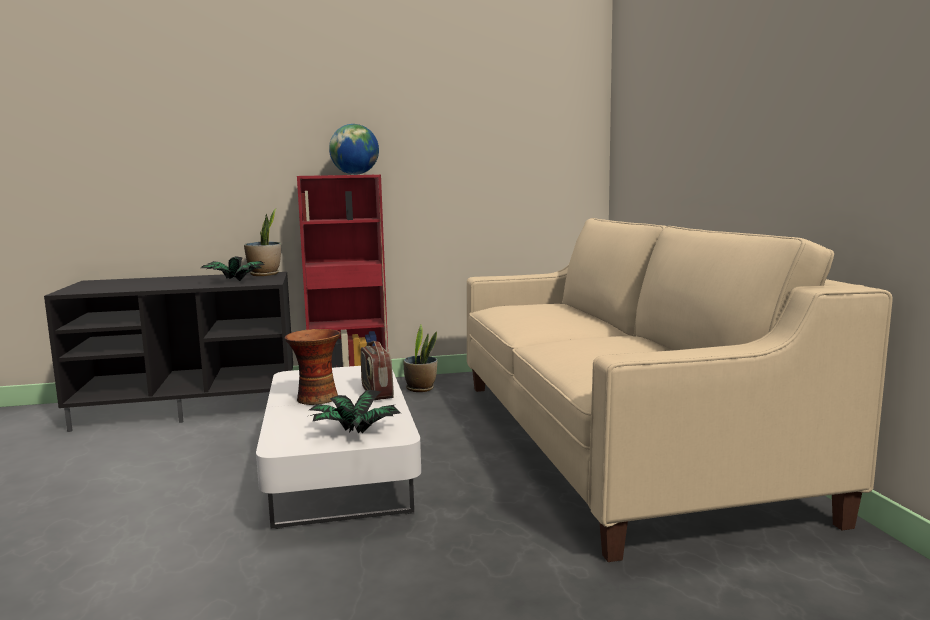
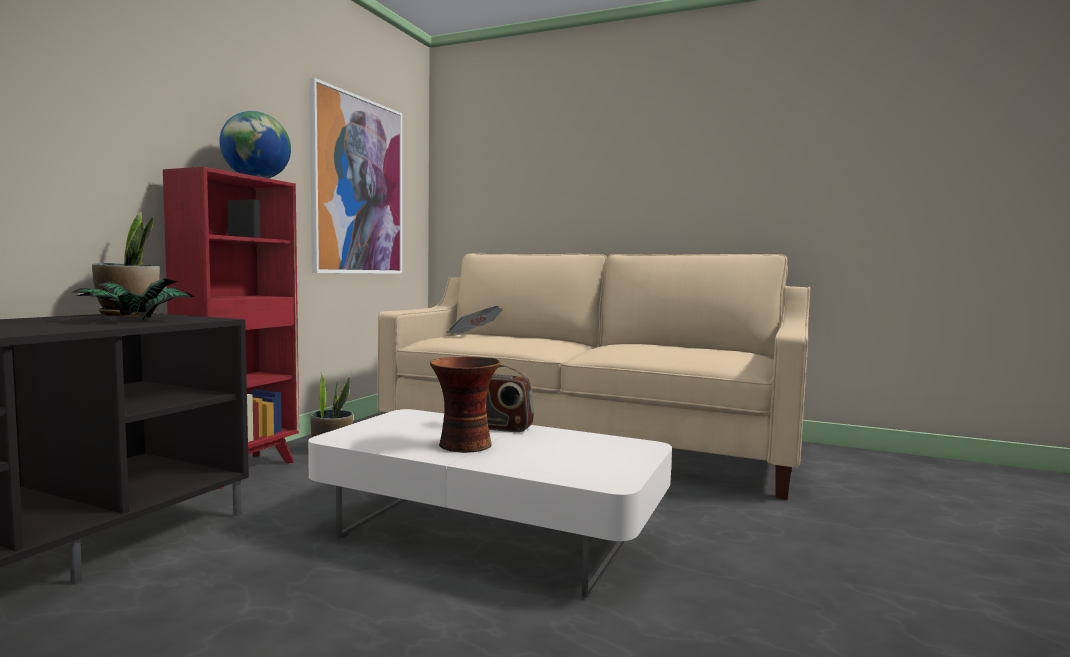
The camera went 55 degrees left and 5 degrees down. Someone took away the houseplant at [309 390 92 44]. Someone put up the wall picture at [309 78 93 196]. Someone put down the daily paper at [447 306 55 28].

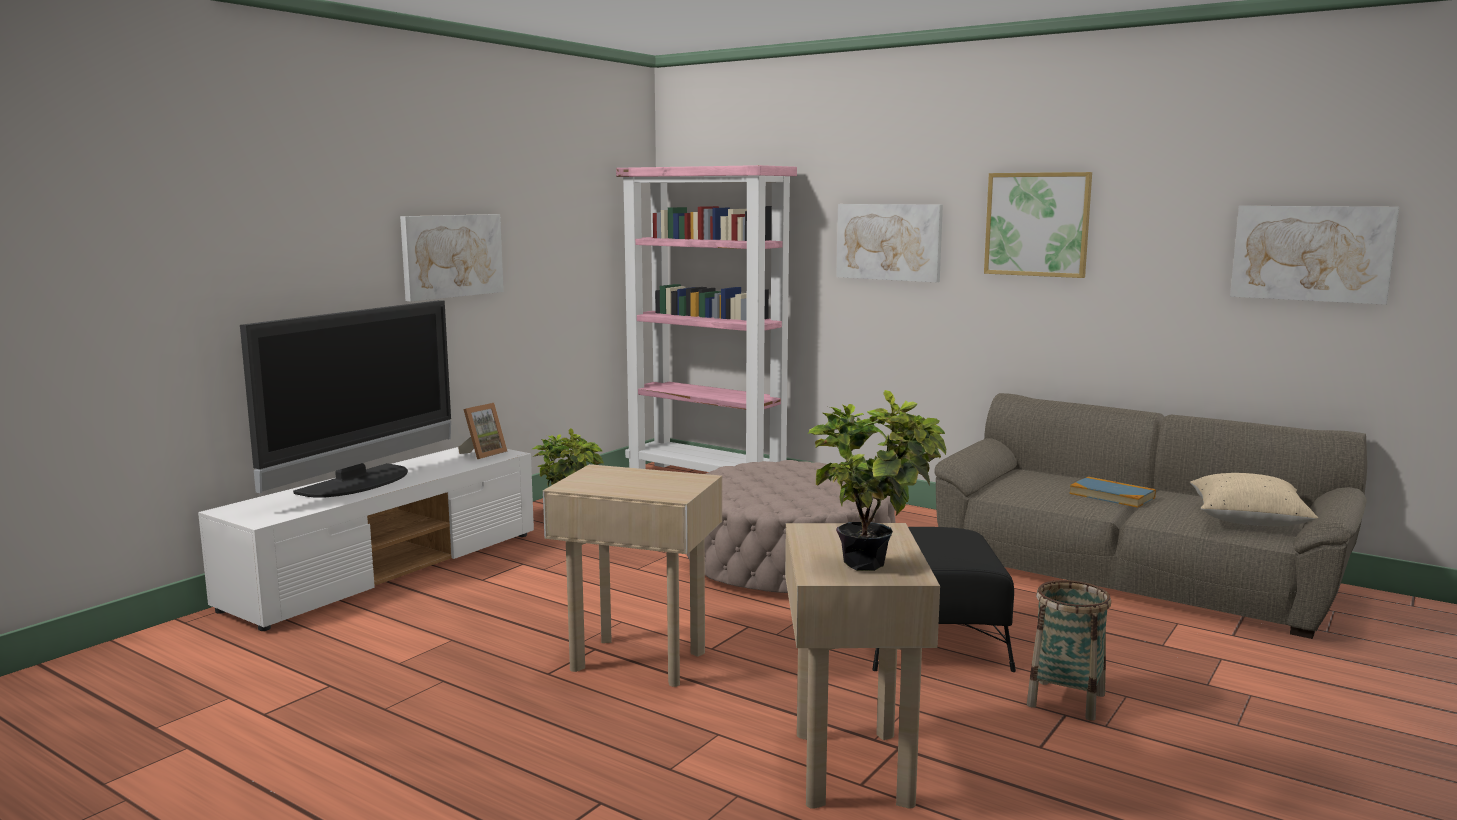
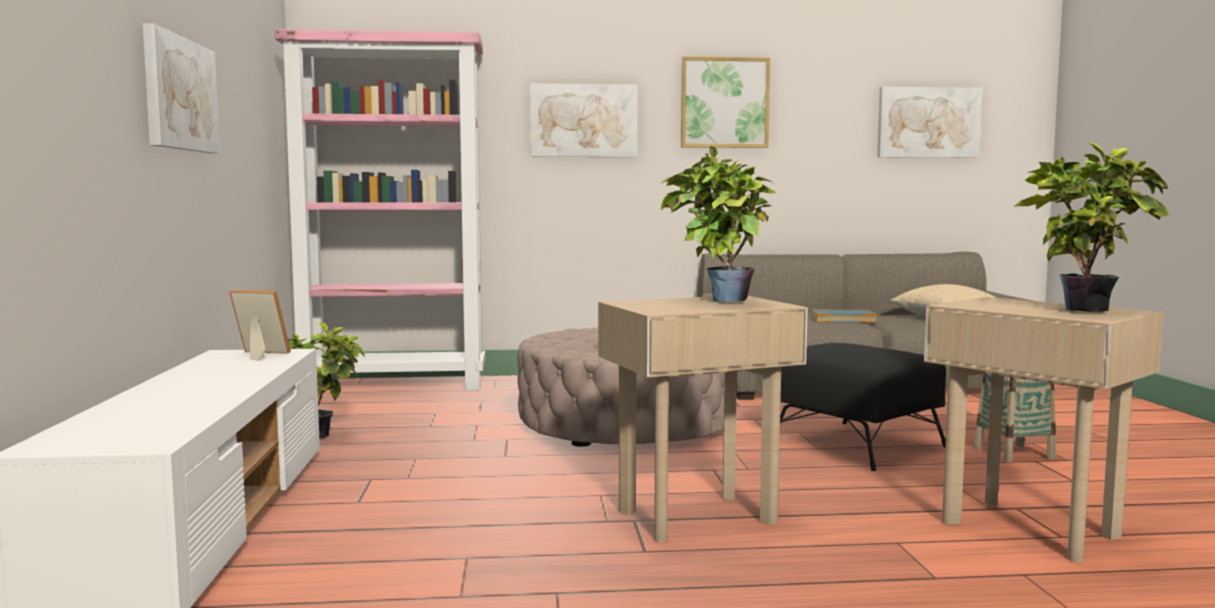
The camera went 40 degrees left and 5 degrees down. Someone took away the television at [240 300 211 198]. Someone rotated the picture frame at [458 403 50 56] by 75 degrees counterclockwise. Someone put down the houseplant at [661 146 115 156].

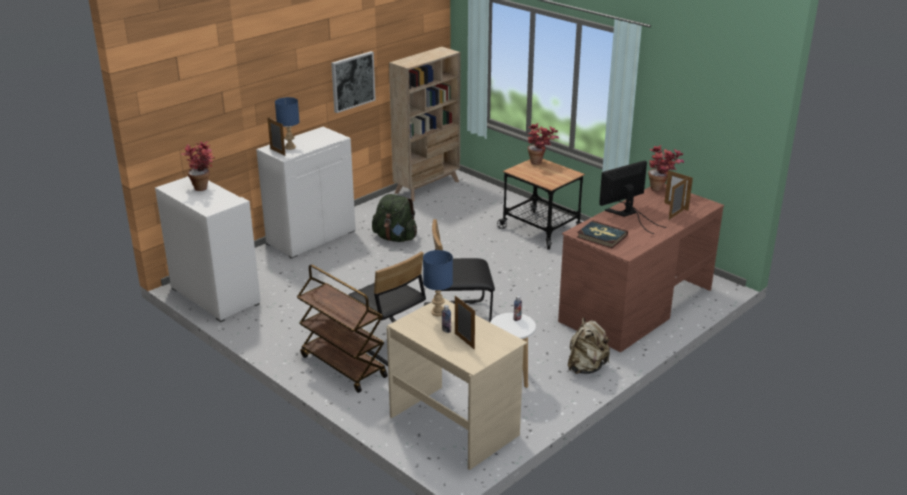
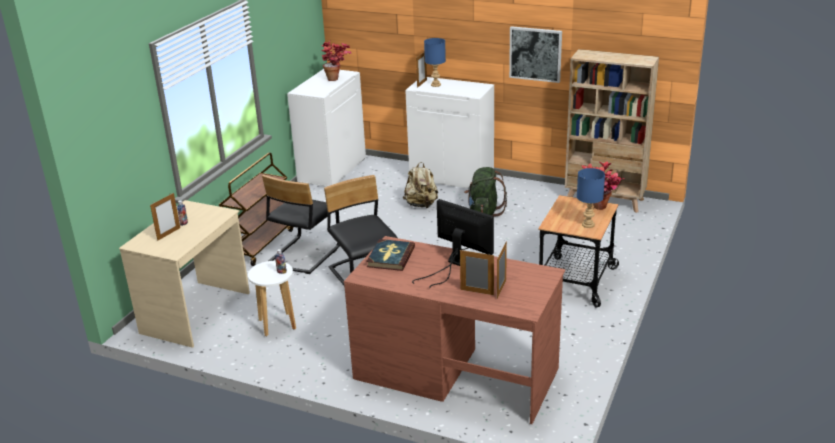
The camera went 70 degrees right and 0 degrees up. Someone took away the houseplant at [648 145 36 46]. Someone carried the bluish table lamp from [423 250 30 66] to [577 168 28 60]. Someone carried the beige-coloured knapsack from [568 318 42 56] to [403 162 35 46].

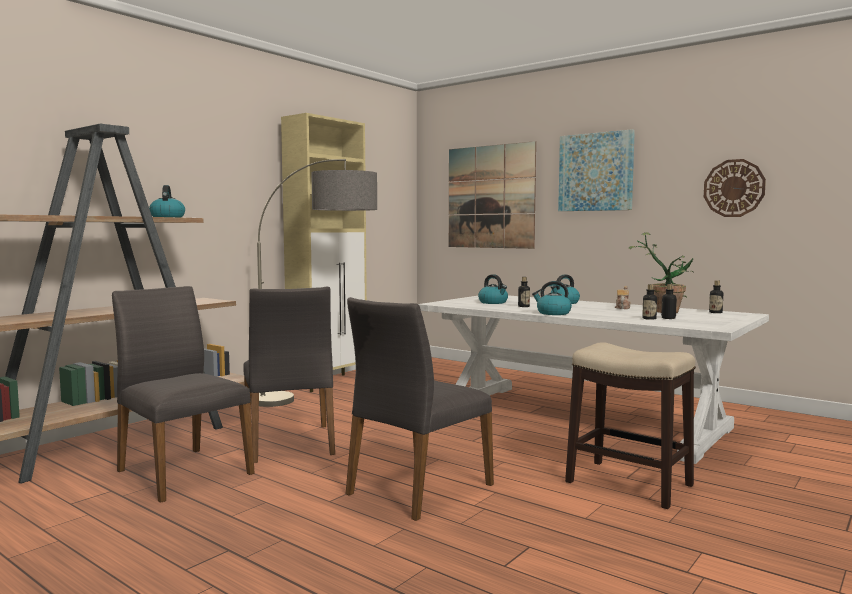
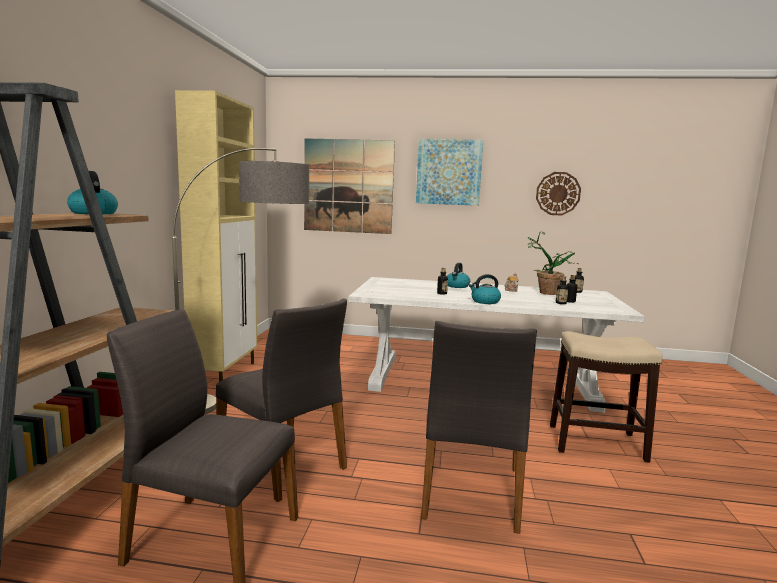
The camera went 30 degrees left and 5 degrees up. Someone took away the tea kettle at [478 274 30 30].

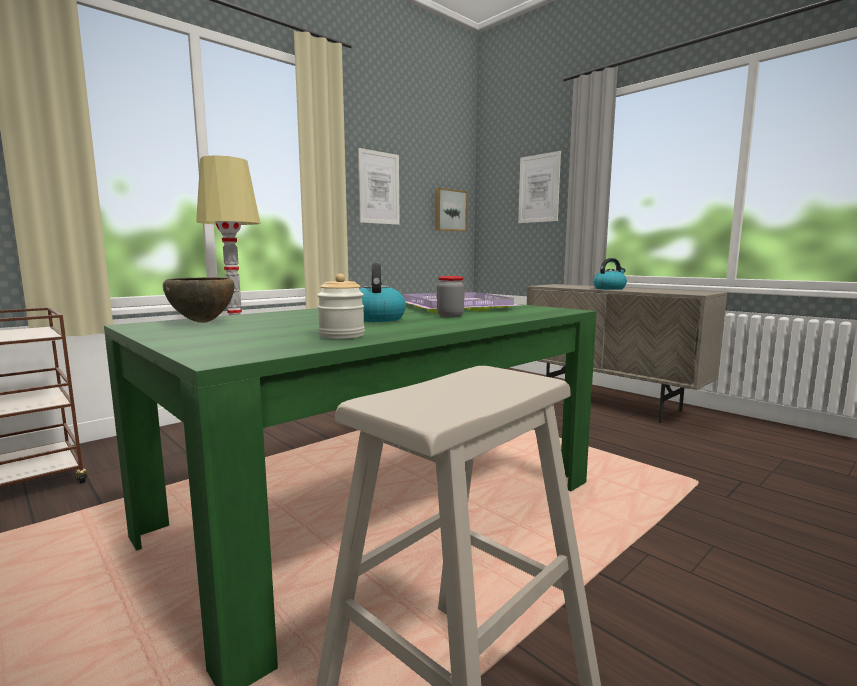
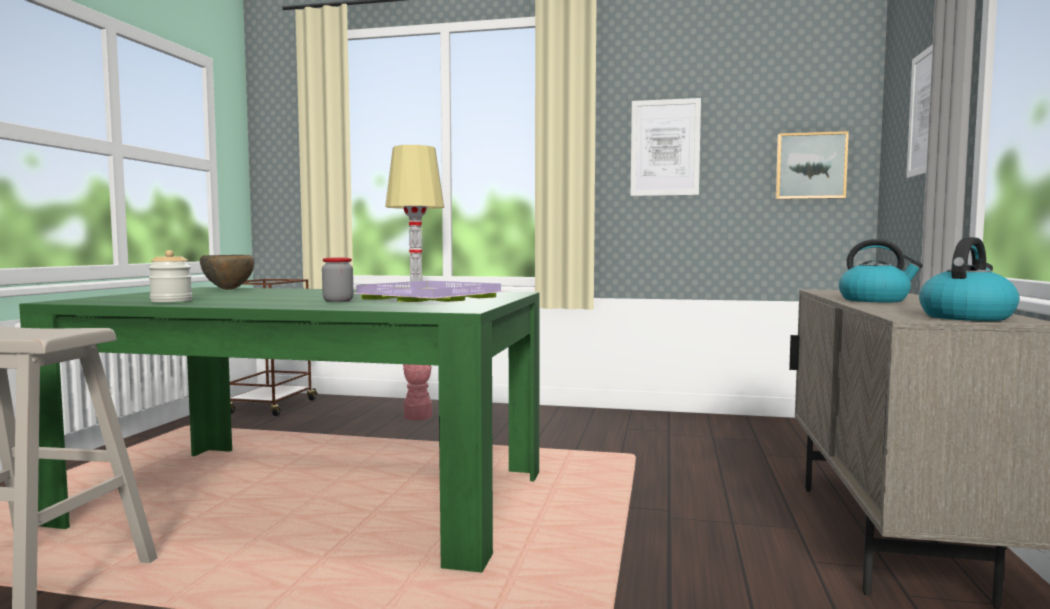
The camera went 55 degrees right and 5 degrees down. Someone carried the tea kettle from [359 263 47 59] to [919 237 100 84].

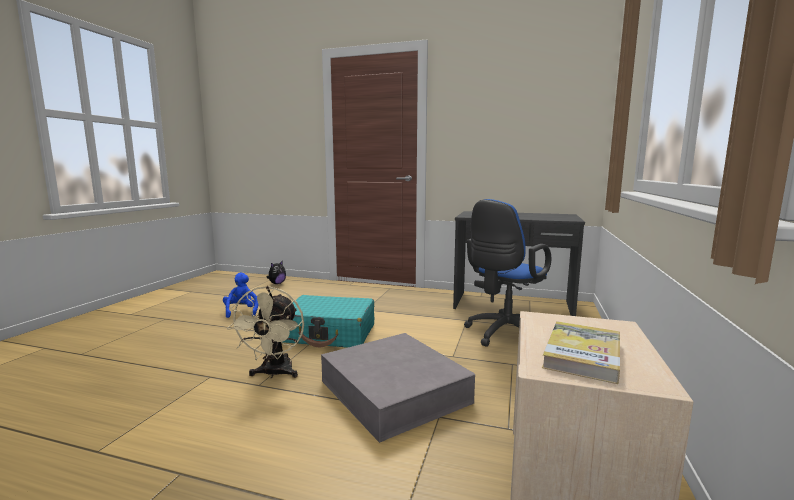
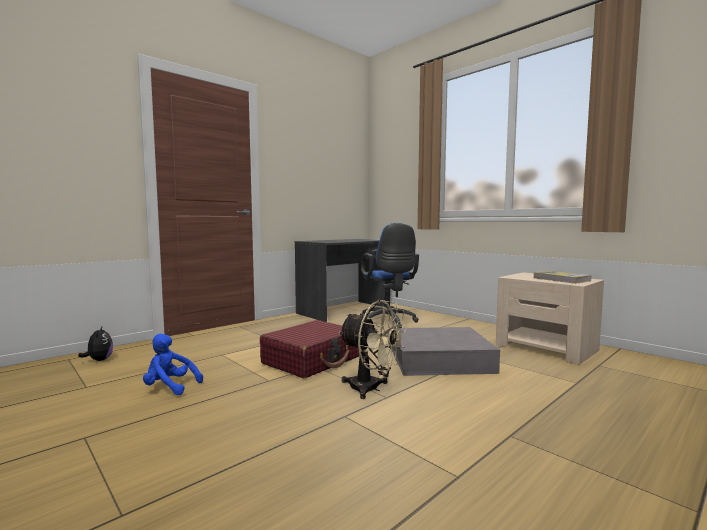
The camera went 60 degrees left and 5 degrees down. Someone repainted the blue-green suitcase at [283 295 91 53], which became the reddish suitcase at [260 320 99 58].

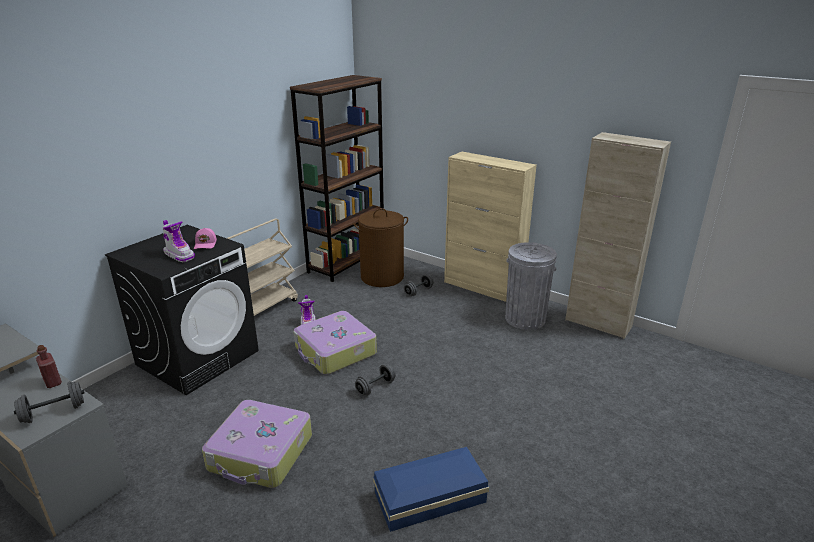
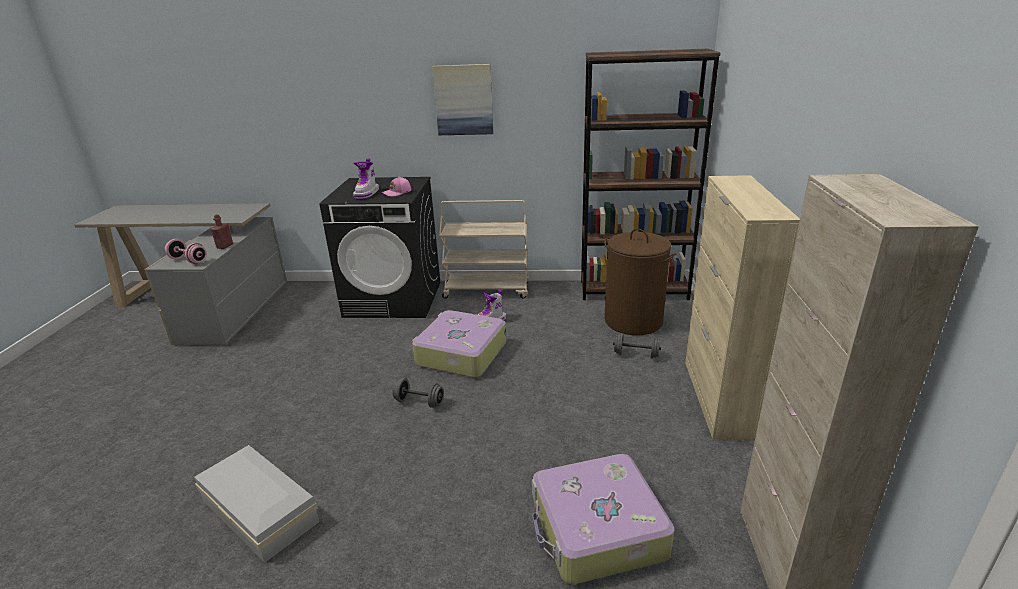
The camera went 60 degrees right and 0 degrees up. Someone took away the grey trash can at [505 242 52 88]. Someone repainted the grey dumbbell at [14 381 70 42], which became the pink dumbbell at [165 239 42 25]. Someone carried the suitcase from [202 400 110 88] to [532 454 143 131]. Someone repainted the bluish storage bin at [373 447 116 85], which became the whitish storage bin at [194 445 126 118]. Someone put up the wall picture at [432 64 62 71].

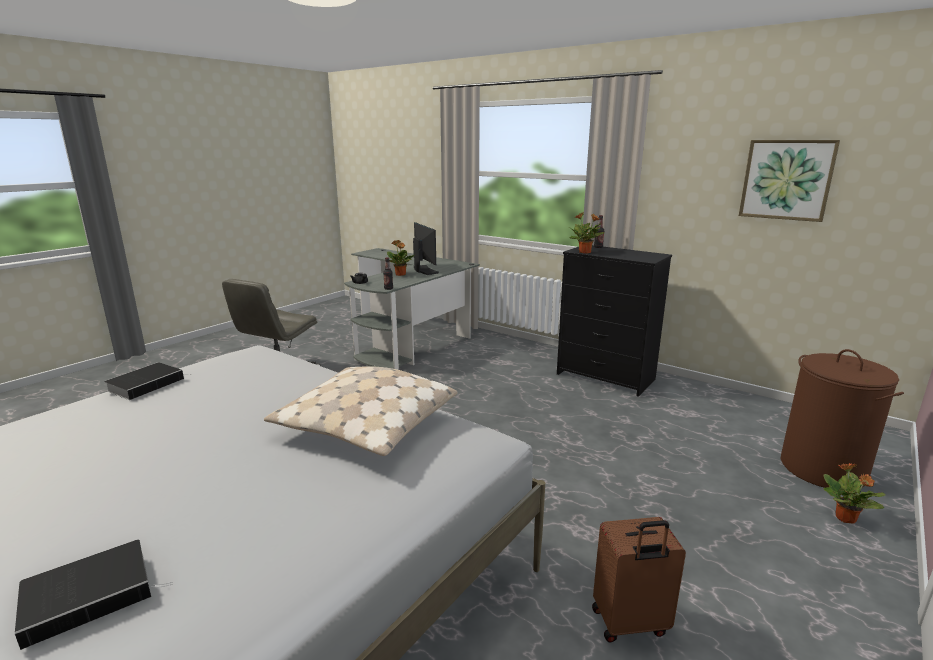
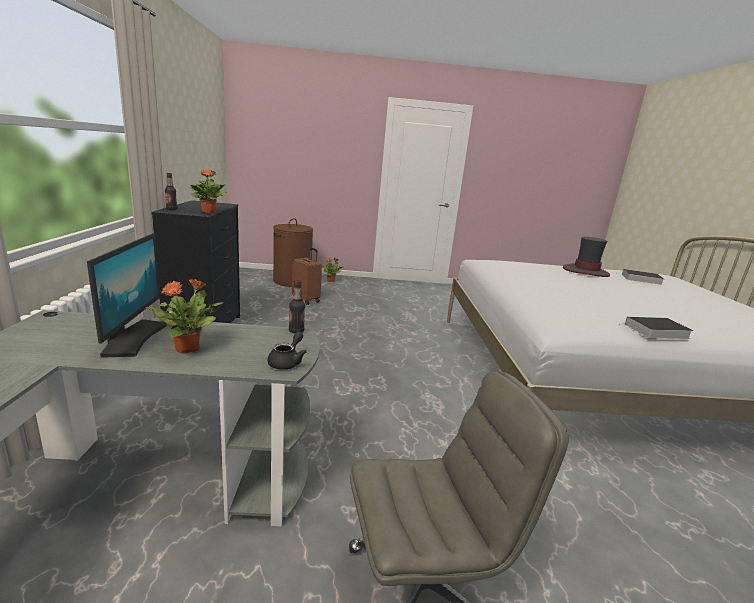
The camera went 130 degrees left and 0 degrees up. Someone took away the wall picture at [739 140 101 82]. Someone rotated the computer display at [413 222 26 53] by 150 degrees clockwise. Someone took away the beige-coloured cushion at [264 366 193 90]. Someone carried the brown suitcase from [592 517 94 126] to [292 248 30 57]. Someone put down the clothing hat at [563 237 47 40].

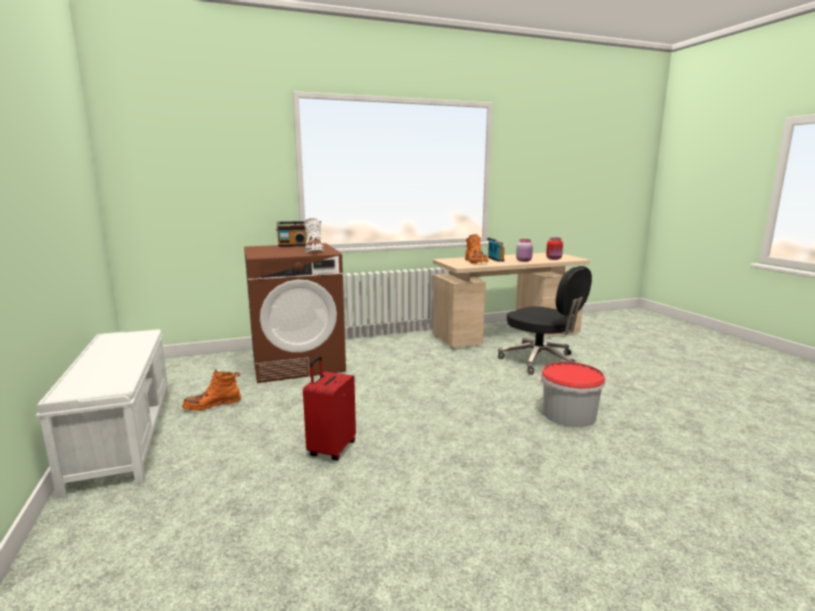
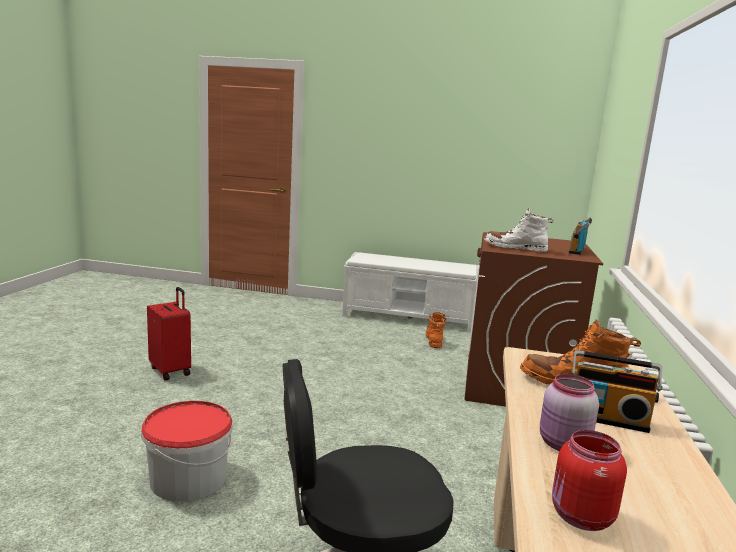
The camera went 120 degrees right and 0 degrees up. Someone carried the reddish suitcase from [303 356 53 105] to [147 287 44 94].

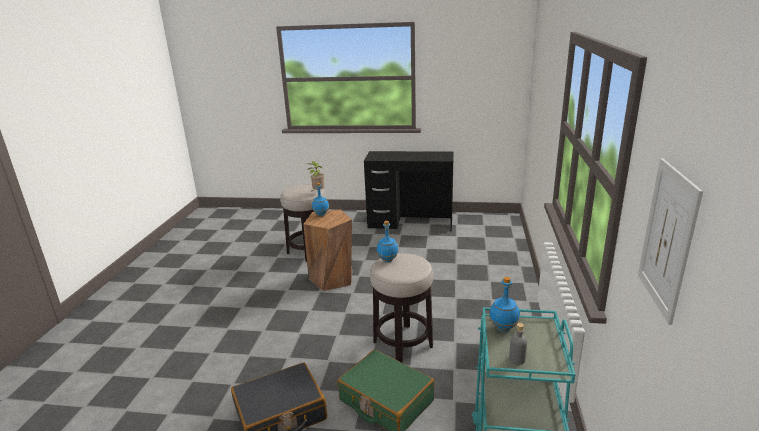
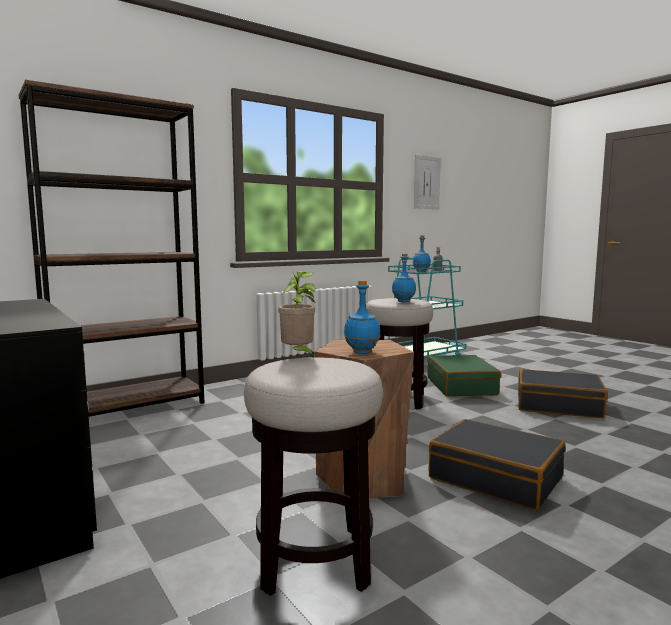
The camera went 135 degrees left and 15 degrees down. Someone put down the brown bookcase at [19 80 185 337]. Someone put down the blackish suitcase at [429 419 137 91].

